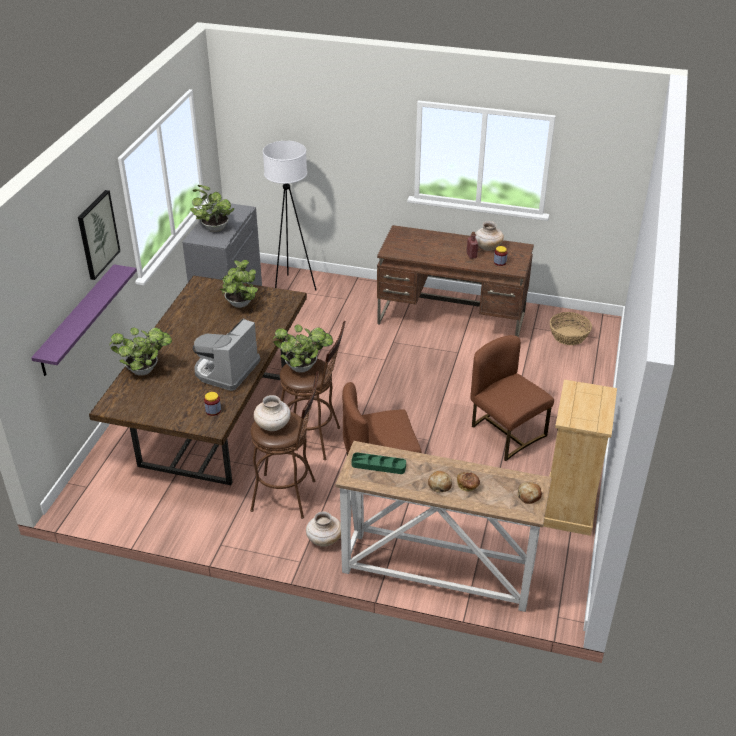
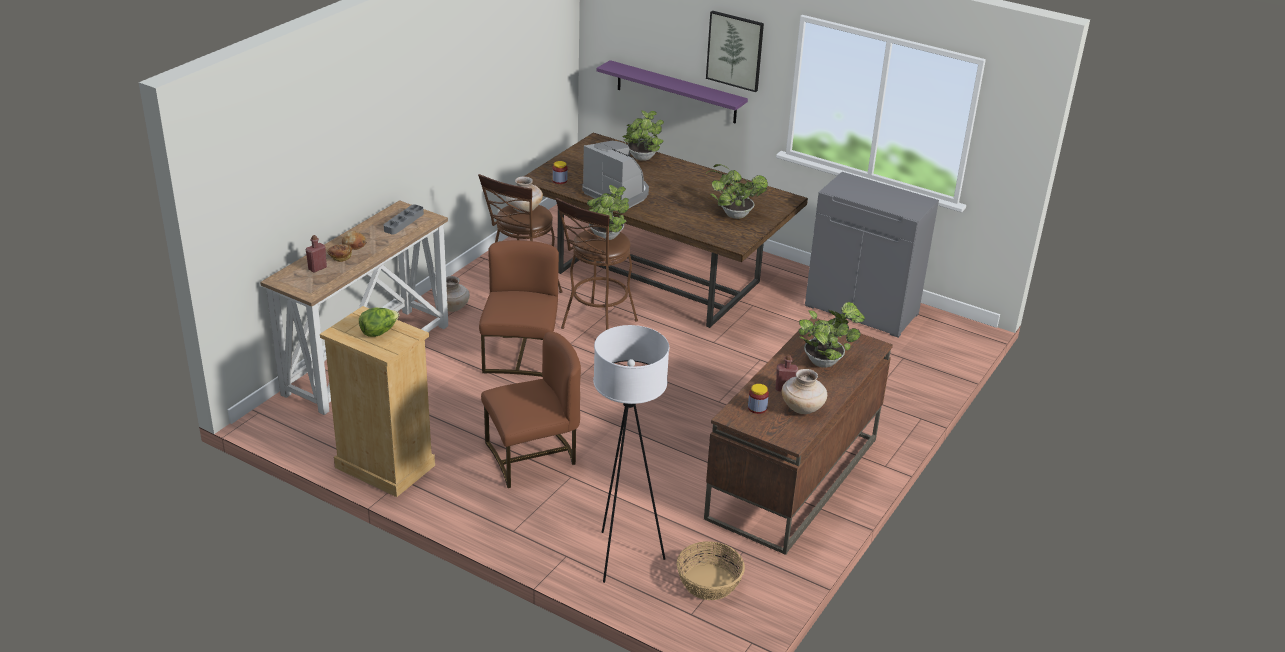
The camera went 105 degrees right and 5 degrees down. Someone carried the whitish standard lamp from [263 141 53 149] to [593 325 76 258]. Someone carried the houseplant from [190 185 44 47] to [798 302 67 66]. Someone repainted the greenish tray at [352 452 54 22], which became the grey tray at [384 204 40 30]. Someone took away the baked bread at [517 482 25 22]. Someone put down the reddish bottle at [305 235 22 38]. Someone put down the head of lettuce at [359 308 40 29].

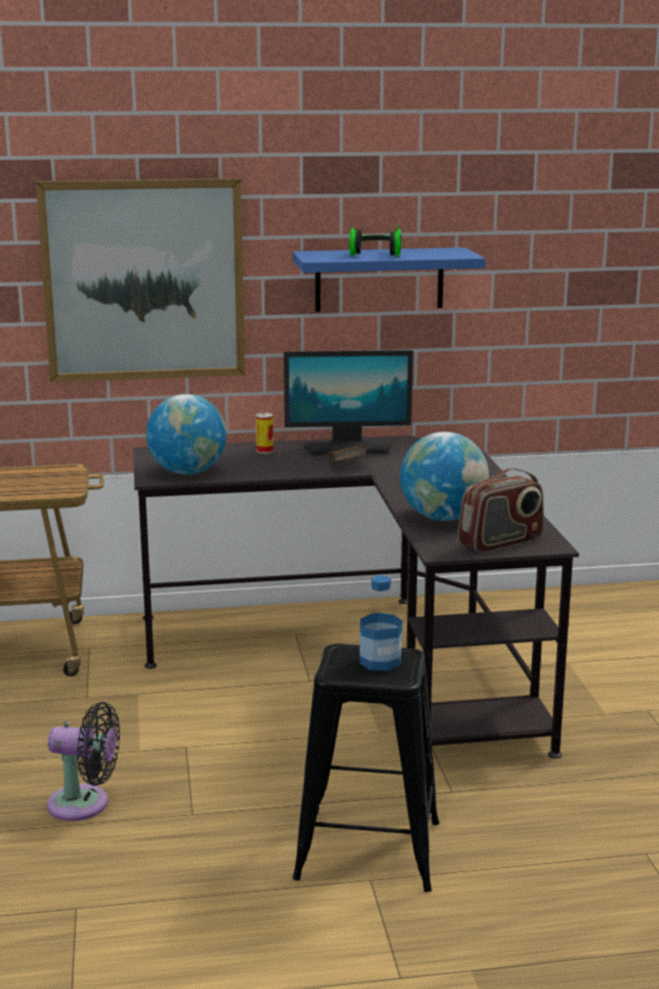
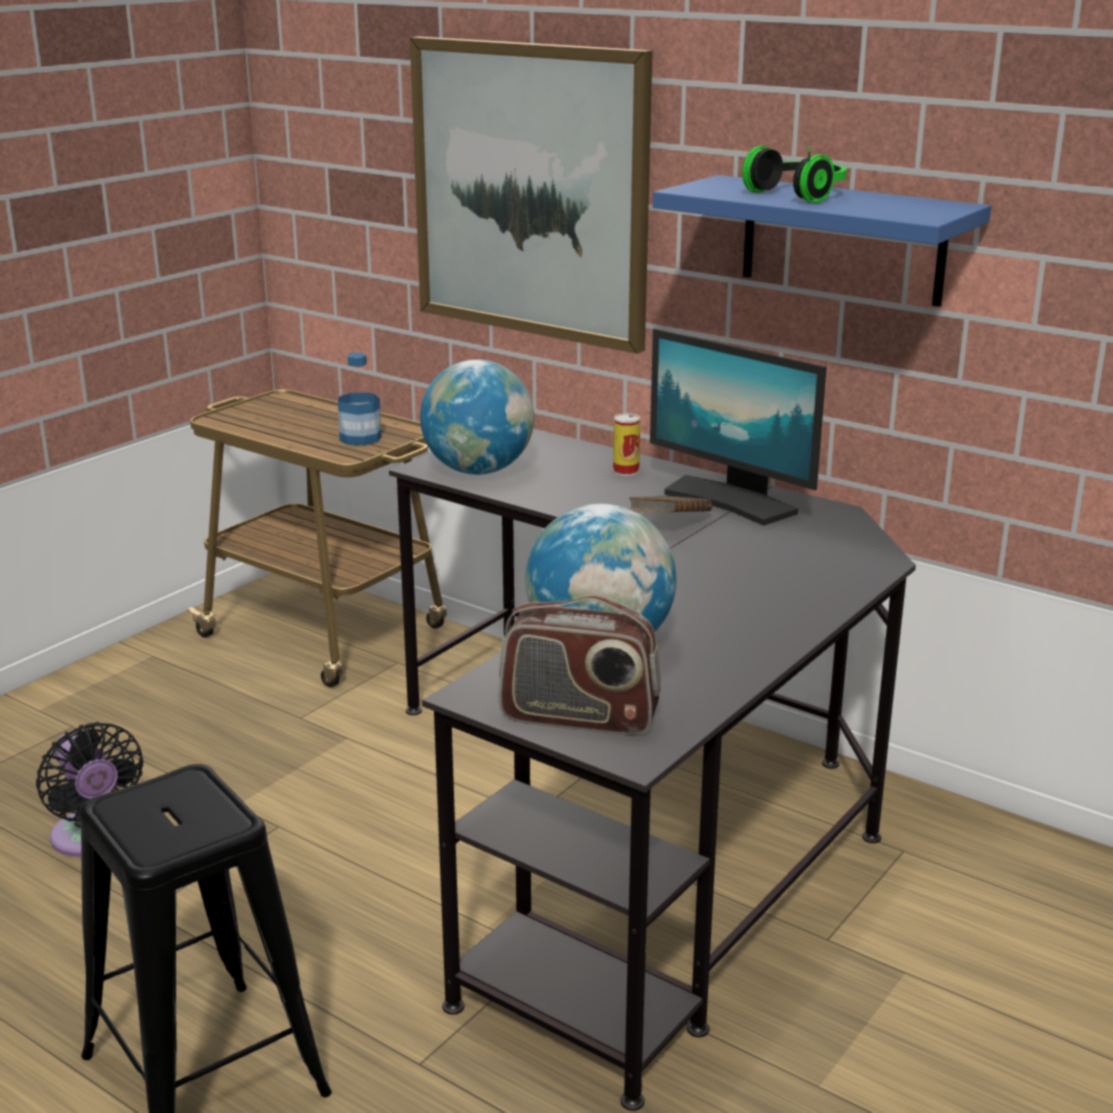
The camera went 45 degrees right and 5 degrees up. Someone carried the bottle from [360 575 43 96] to [338 353 43 93].

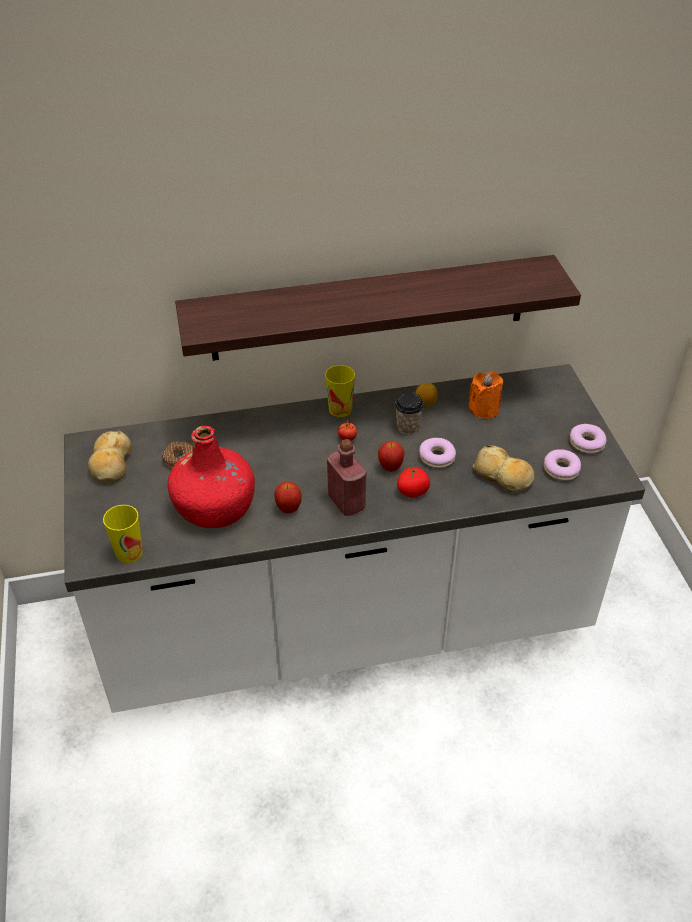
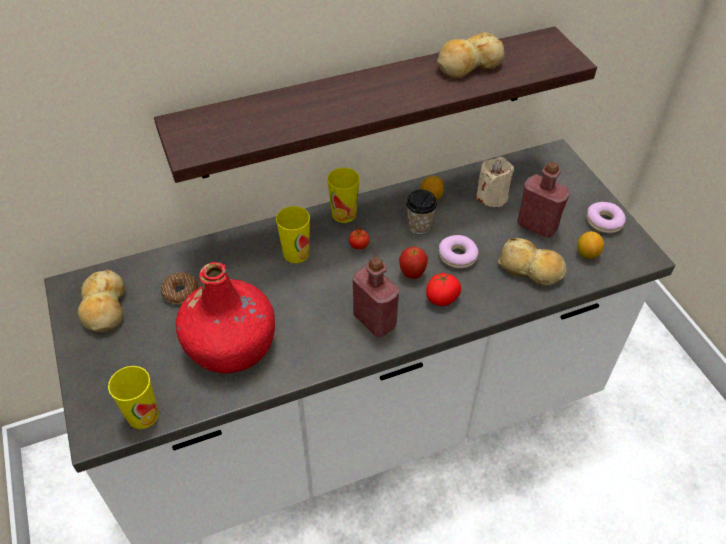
The camera went 10 degrees left and 5 degrees up. Someone repainted the orangey candle at [468 371 35 48], which became the beige-coloured candle at [476 157 38 50]. Someone swapped the doughnut at [544 449 37 32] for the whole lemon at [577 231 27 28]. Someone took away the apple at [274 482 28 31]. Someone put down the baked bread at [437 32 68 46]. Someone put down the reddish bottle at [518 162 52 76]. Someone put down the cup at [276 206 34 57].

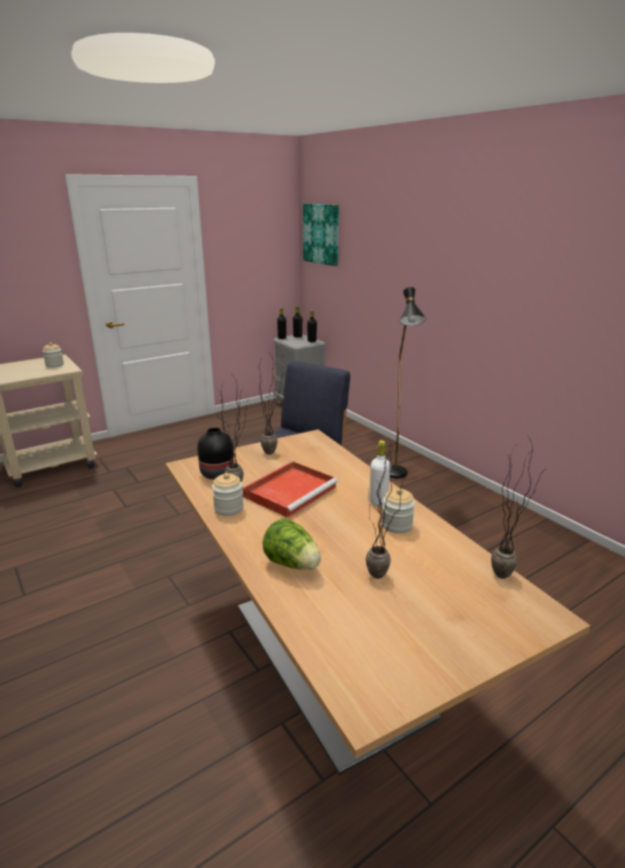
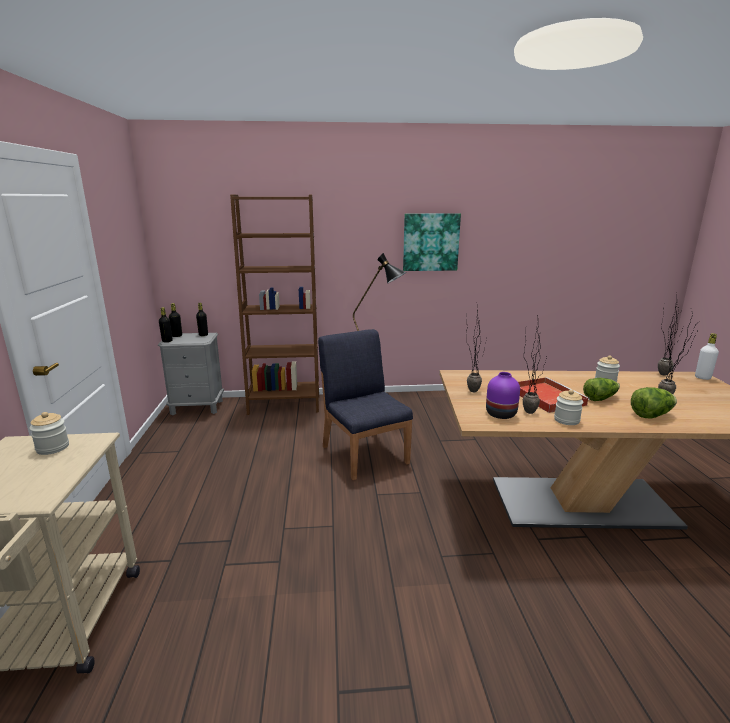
The camera went 60 degrees left and 5 degrees down. Someone carried the wall picture from [303 204 36 62] to [403 213 58 58]. Someone repainted the blackish decorative vase at [197 427 37 53], which became the purple-coloured decorative vase at [486 372 34 47]. Someone carried the whitish bottle from [369 440 22 67] to [695 333 24 47]. Someone put down the brown bookcase at [230 195 89 220]. Someone put down the head of lettuce at [583 378 37 23].

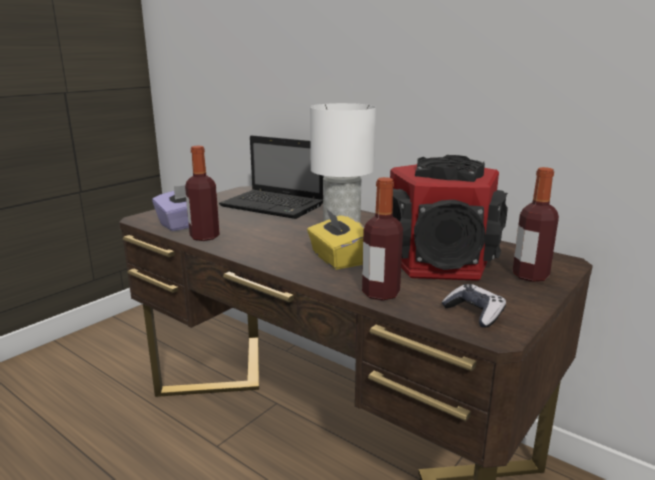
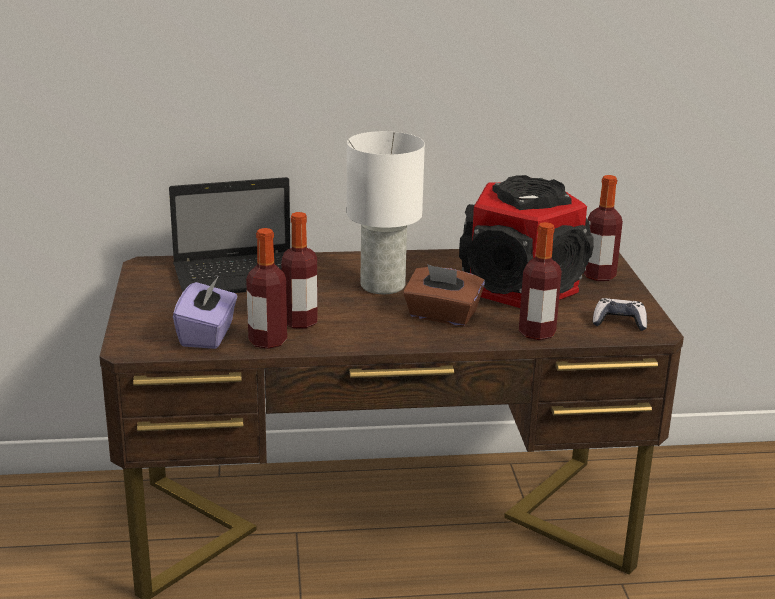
The camera went 45 degrees left and 5 degrees up. Someone repainted the yellow box of tissues at [307 208 57 62], which became the brown box of tissues at [403 264 82 62]. Someone put down the bottle at [281 212 37 117].

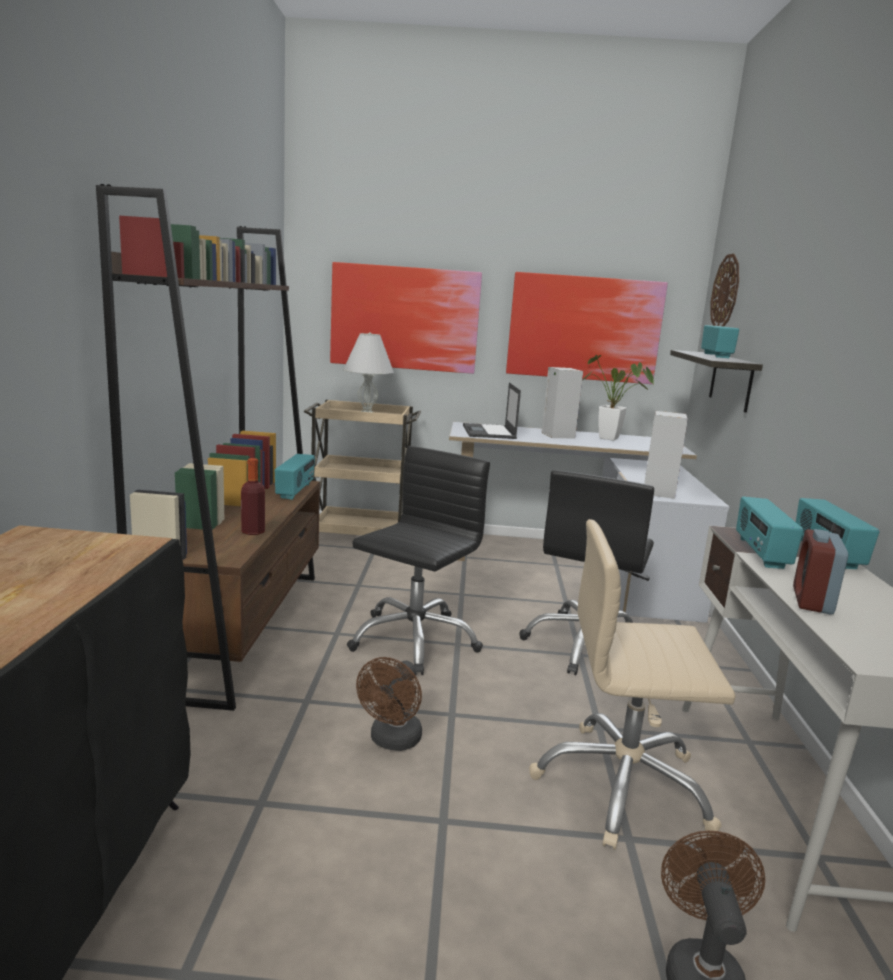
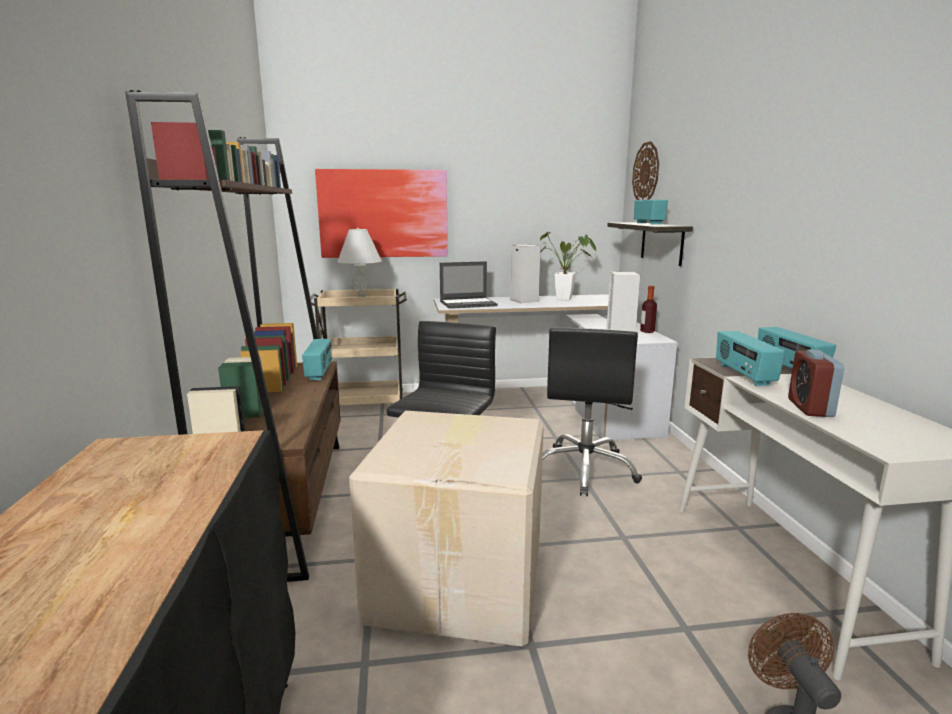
The camera went 10 degrees left and 0 degrees up. Someone took away the wall picture at [506 272 162 112]. Someone rotated the notebook computer at [463 382 58 57] by 90 degrees counterclockwise. Someone carried the bottle from [241 458 24 77] to [640 285 17 48]. Someone took away the beige-coloured office chair at [529 519 207 331]. Someone swapped the brown cooling fan at [356 657 66 94] for the carton at [349 411 195 236].

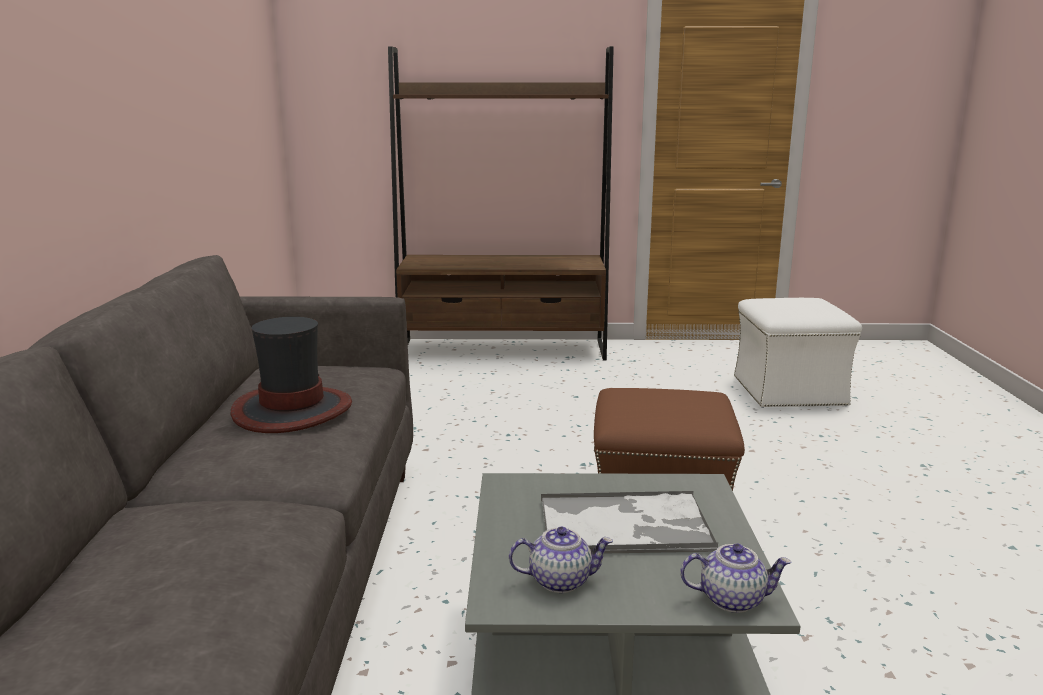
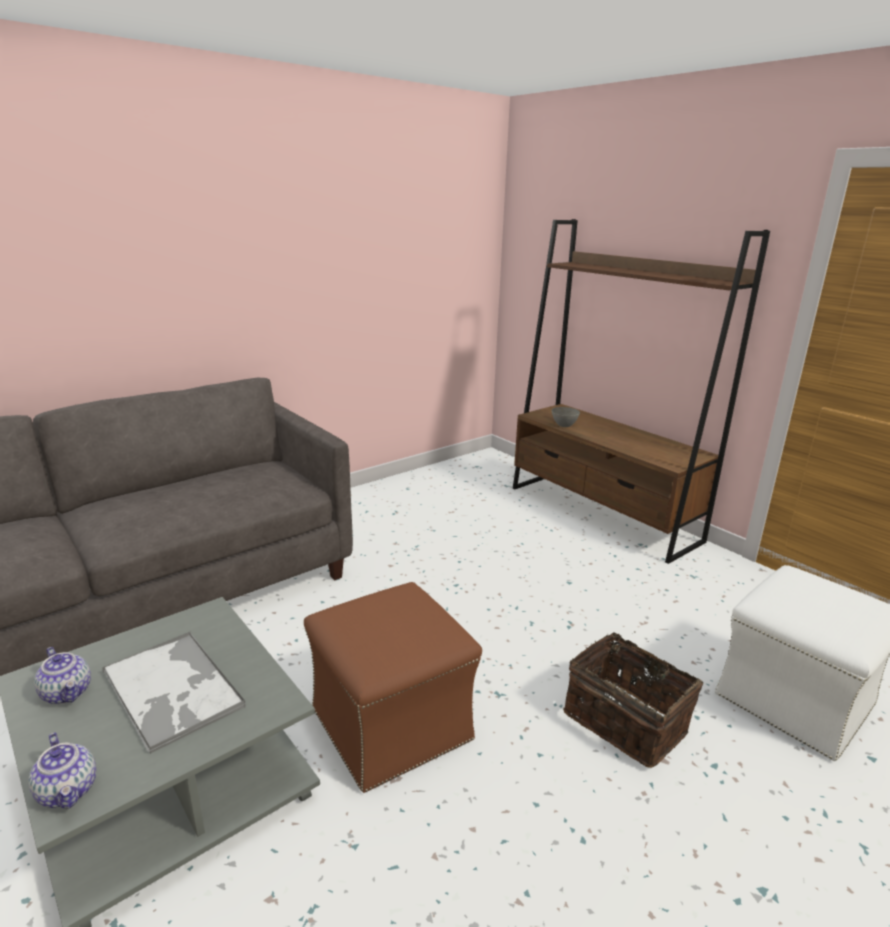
The camera went 50 degrees right and 5 degrees up. Someone took away the clothing hat at [231 317 121 116]. Someone put down the grey bowl at [552 407 28 20]. Someone put down the storage basket at [563 631 140 137].

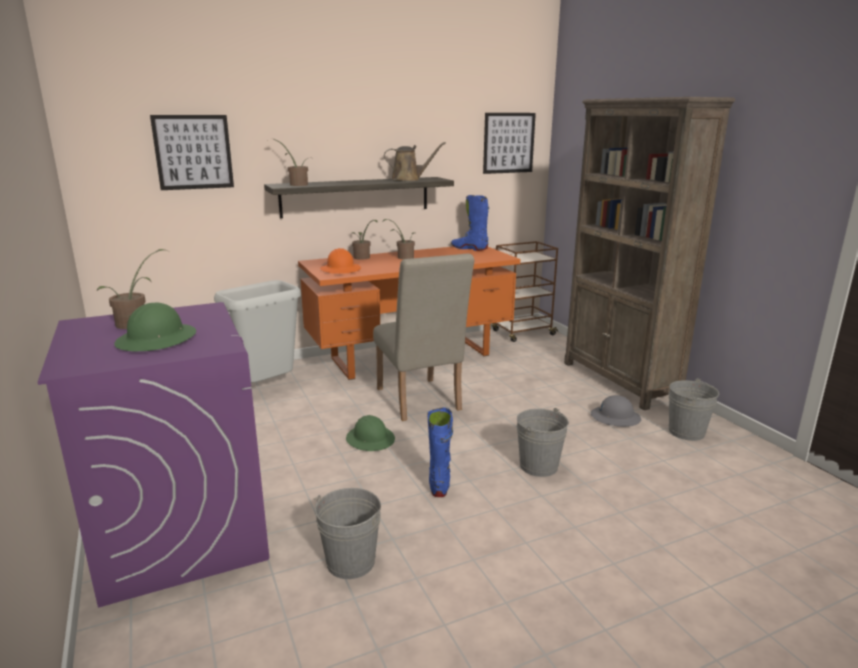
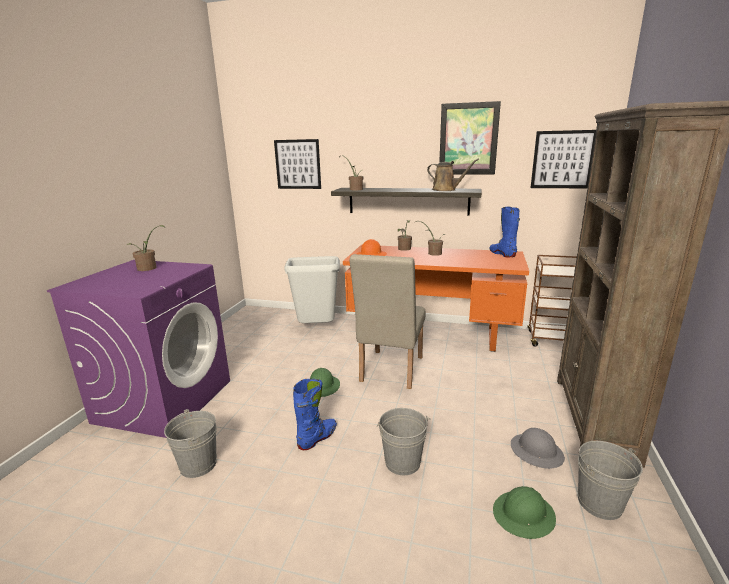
The camera went 40 degrees right and 0 degrees up. Someone carried the greenish work helmet from [114 303 82 48] to [493 486 63 53]. Someone put up the wall picture at [439 101 62 73].

